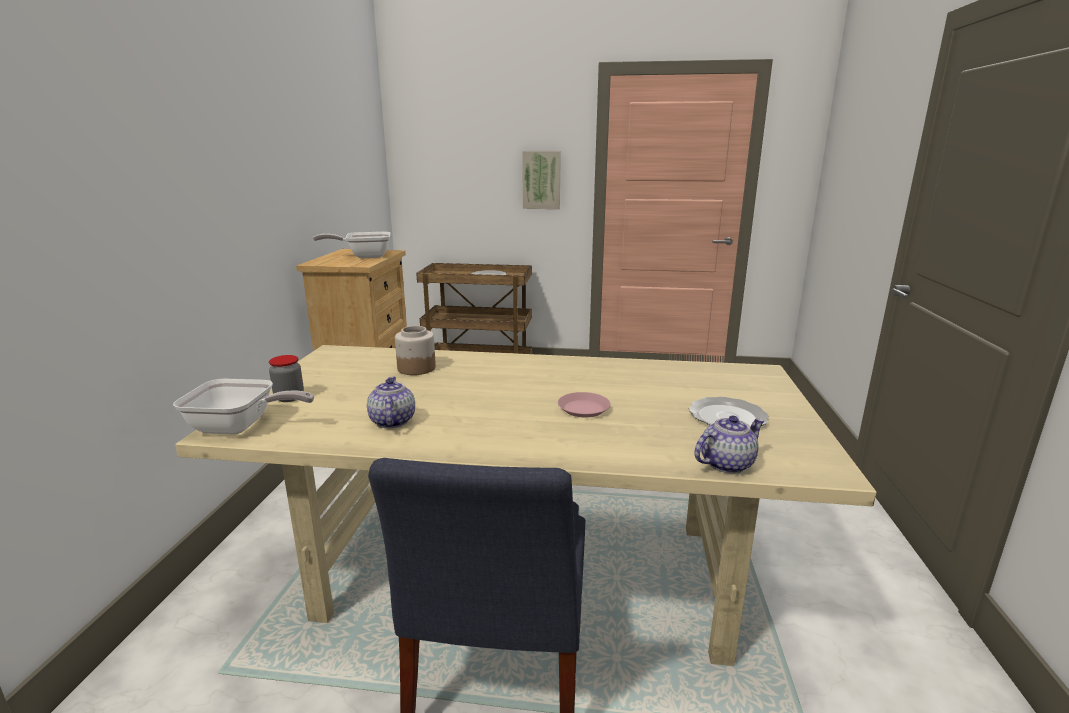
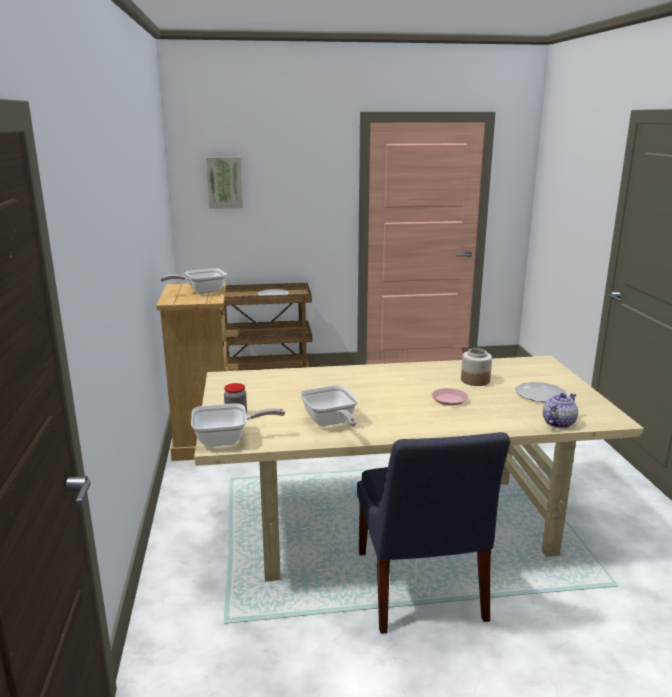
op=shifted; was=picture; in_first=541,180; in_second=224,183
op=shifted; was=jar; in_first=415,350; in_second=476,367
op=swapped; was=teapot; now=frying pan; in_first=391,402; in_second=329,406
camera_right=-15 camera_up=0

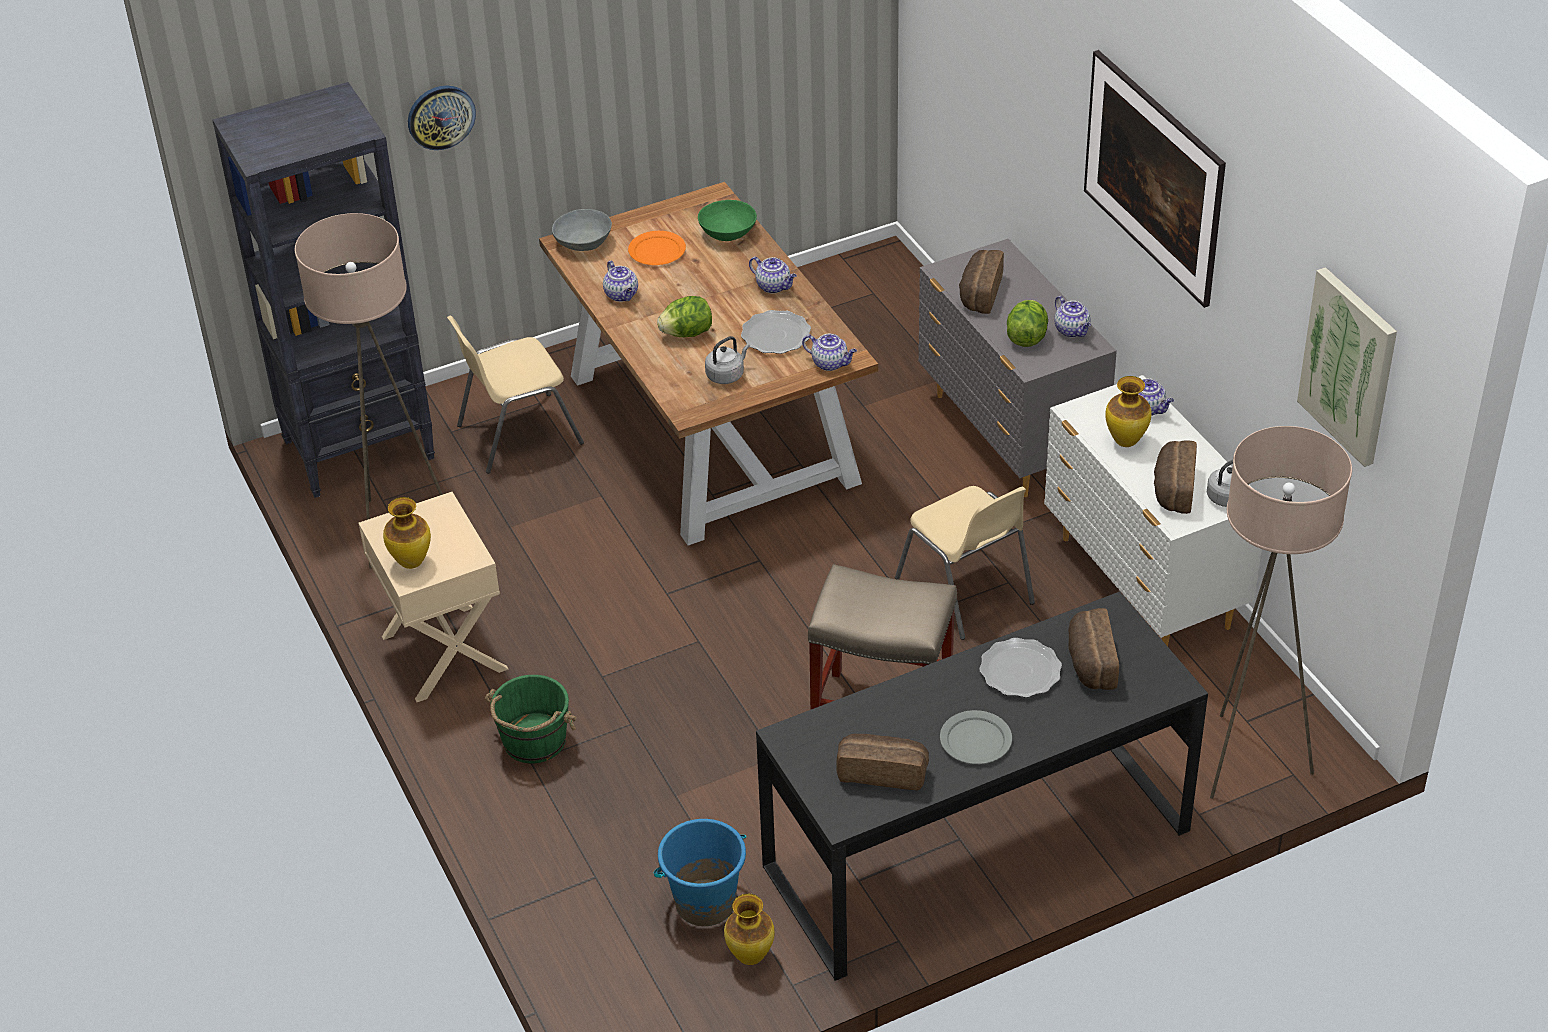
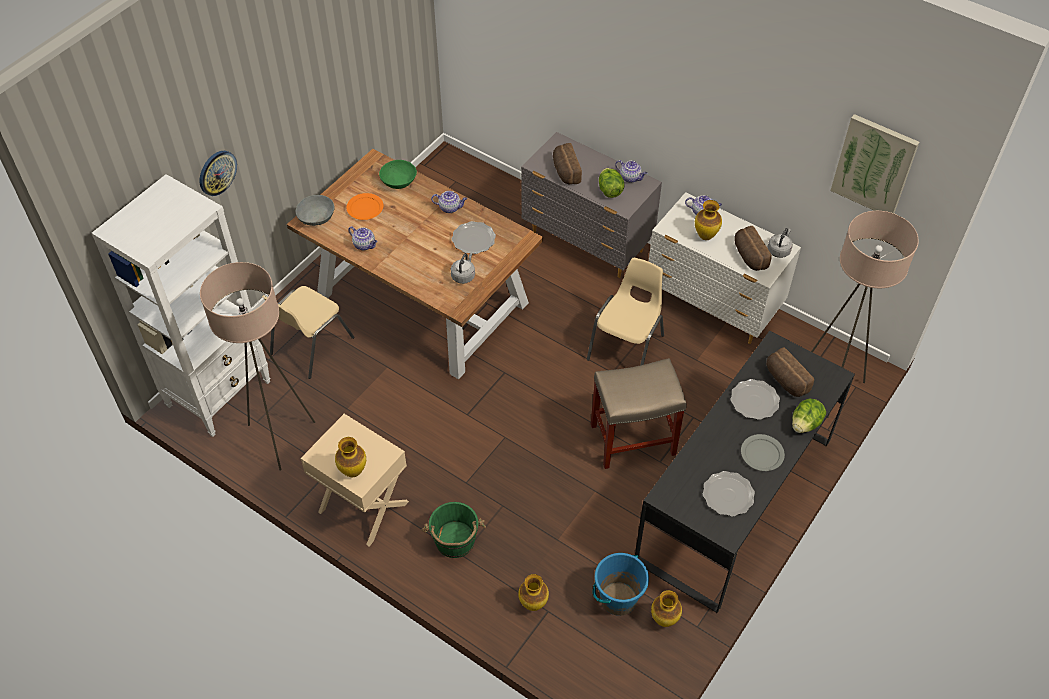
op=gone; was=picture; in_first=1155,179
op=repainted; was=bookcase/black; now=bookcase/white; in_first=323,290; in_second=181,305
op=shifted; was=lettuce; in_first=684,316; in_second=809,416
op=gone; was=teapot; in_first=829,352
op=rotated; was=chair/beige; in_first=965,563; in_second=625,311; clockwise=-90
op=swapped; was=bread; now=plate; in_first=882,762; in_second=729,494
op=new; now=vase; in_second=533,592
camera_right=-30 camera_up=10

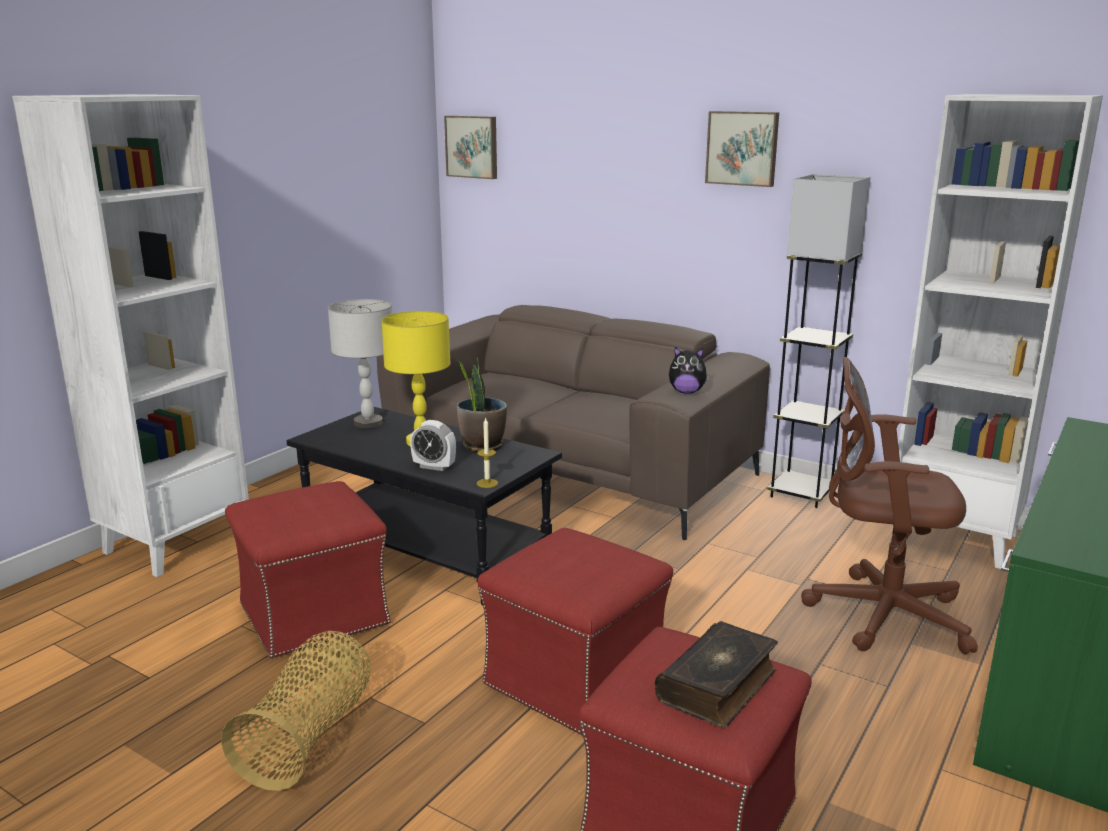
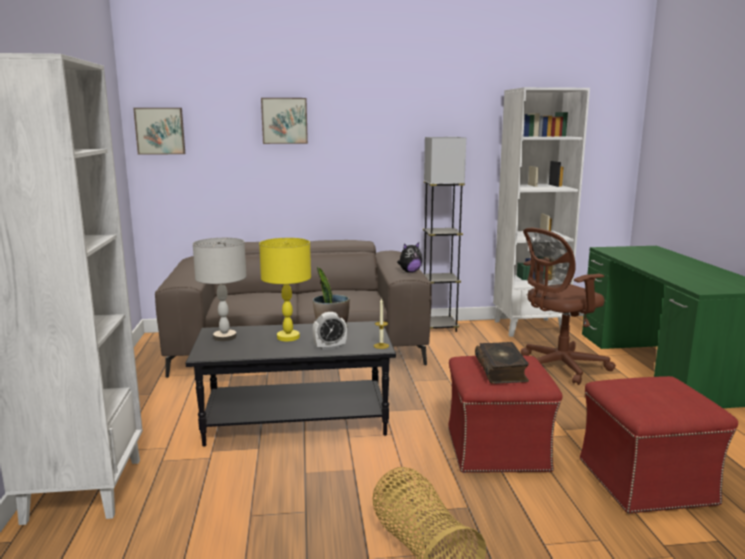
op=shifted; was=picture; in_first=742,149; in_second=284,121
op=gone; was=ottoman/red; in_first=308,569
op=shifted; was=book; in_first=716,674; in_second=502,363
camera_right=-40 camera_up=-5

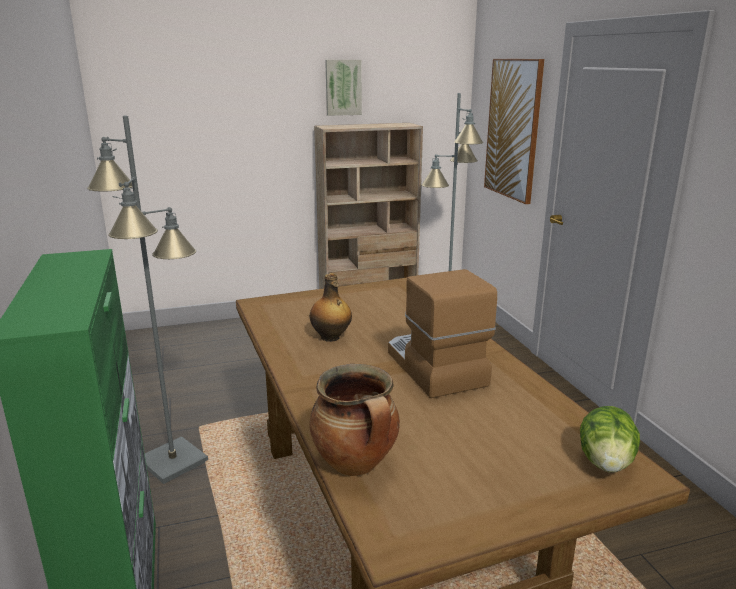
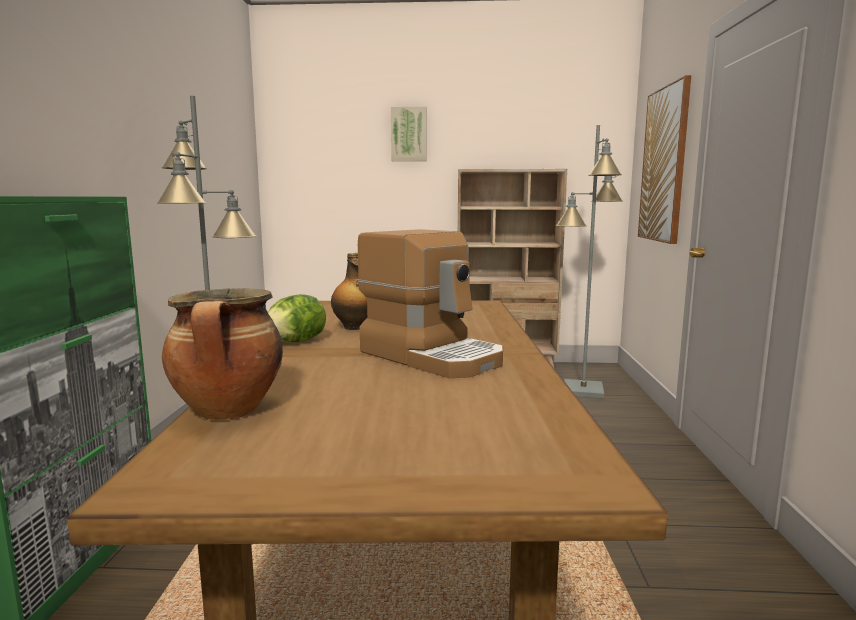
op=shifted; was=picture; in_first=343,88; in_second=408,133
op=rotated; was=coffee machine; in_first=442,333; in_second=430,303; clockwise=135
op=shifted; was=lettuce; in_first=610,439; in_second=297,318
camera_right=20 camera_up=-10

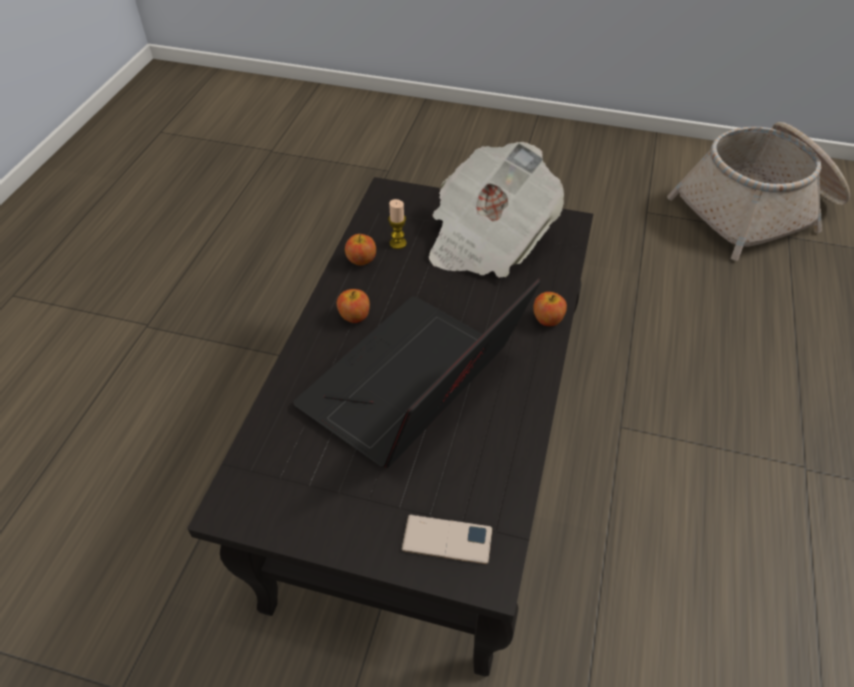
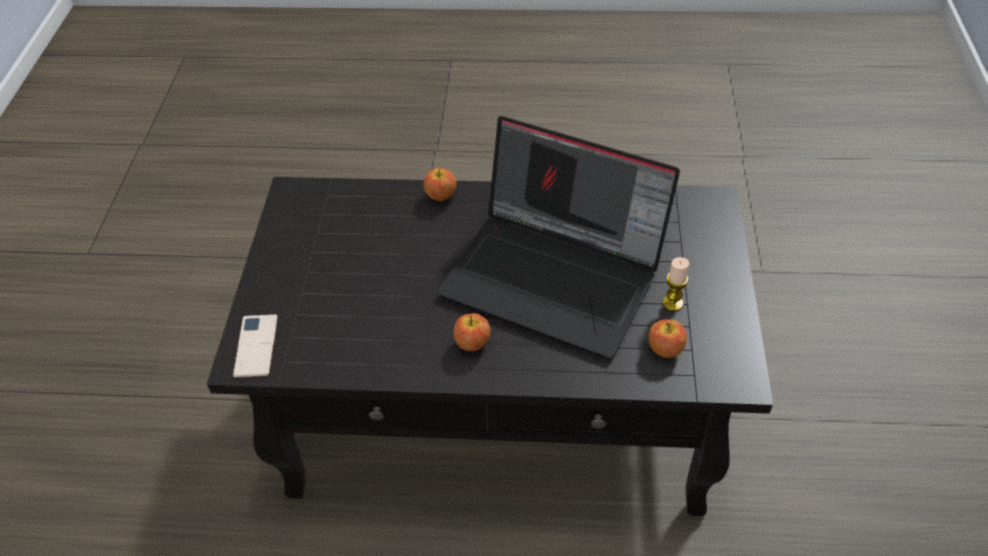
op=gone; was=basket; in_first=758,191
op=gone; was=newspaper; in_first=496,210
op=shifted; was=candle; in_first=397,224; in_second=676,284
op=shifted; was=apple; in_first=360,249; in_second=668,338
op=shifted; was=phone; in_first=447,539; in_second=255,346
camera_right=-100 camera_up=0

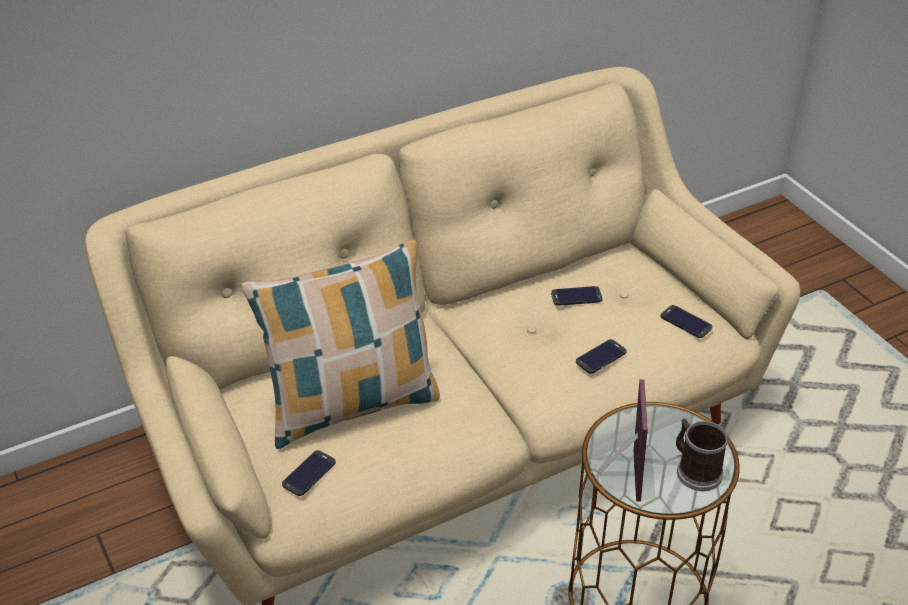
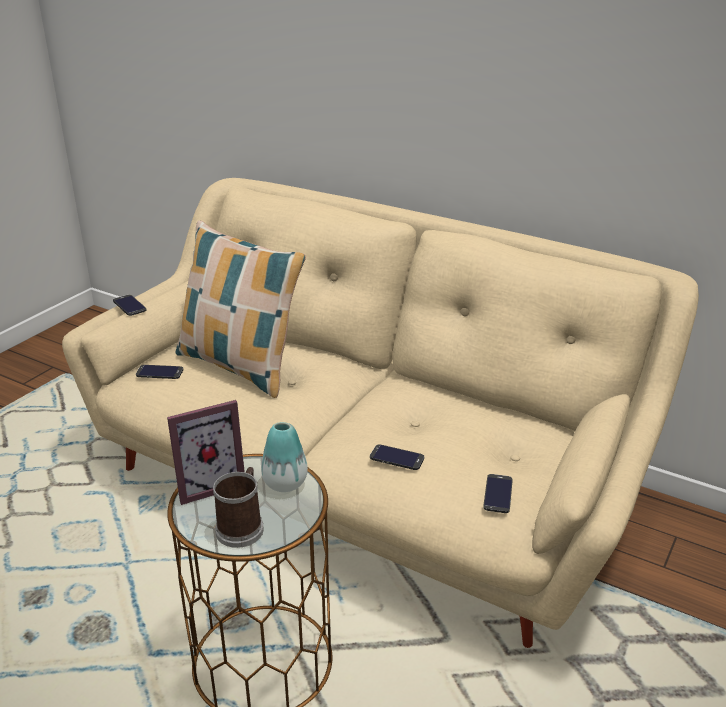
op=shifted; was=phone; in_first=577,296; in_second=130,305
op=new; now=vase; in_second=284,457
camera_right=60 camera_up=-10

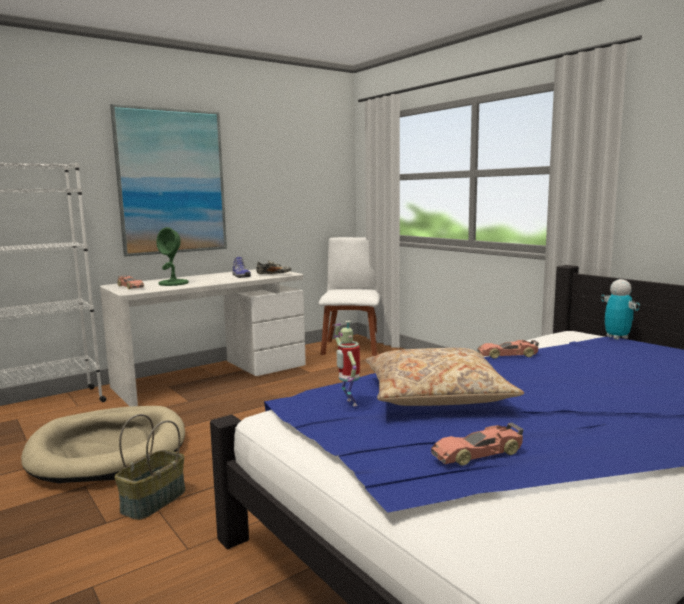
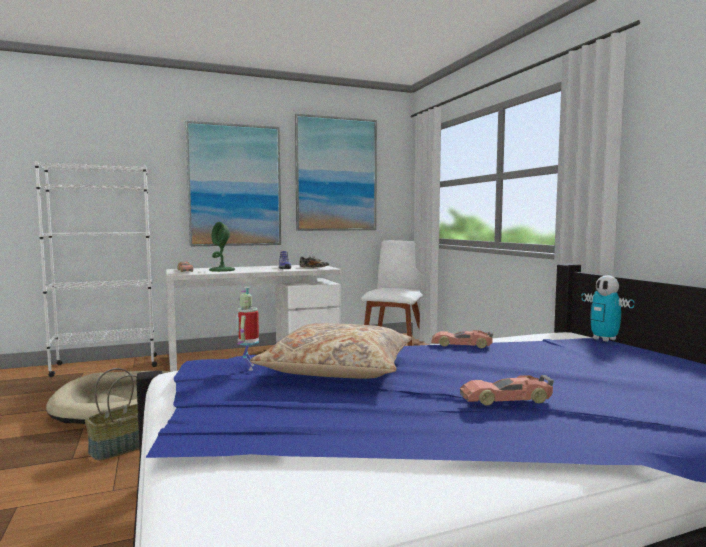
op=rotated; was=toy robot; in_first=620,309; in_second=608,308; clockwise=150
op=shifted; was=toy car; in_first=477,444; in_second=507,390
op=new; now=picture; in_second=336,172
camera_right=15 camera_up=-5

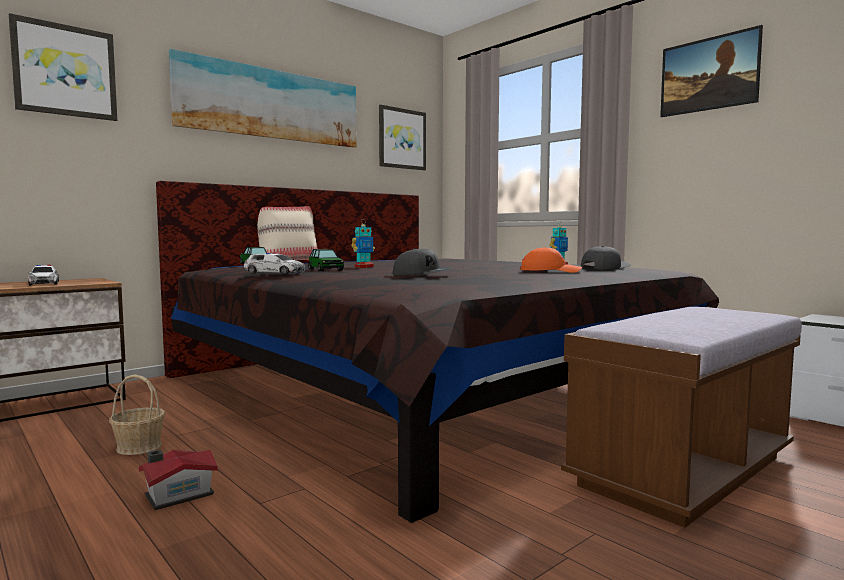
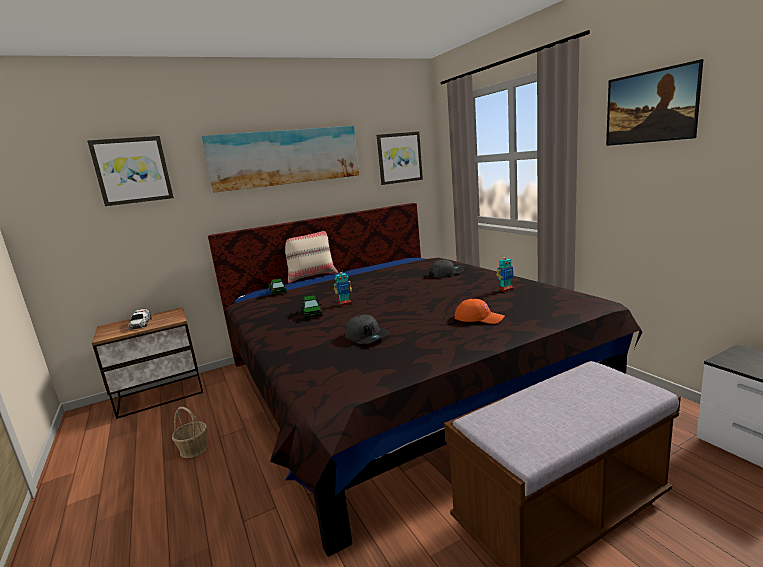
op=shifted; was=cap/grey; in_first=606,258; in_second=446,268
op=gone; was=toy car; in_first=274,264
op=gone; was=toy house; in_first=178,480
camera_right=15 camera_up=10

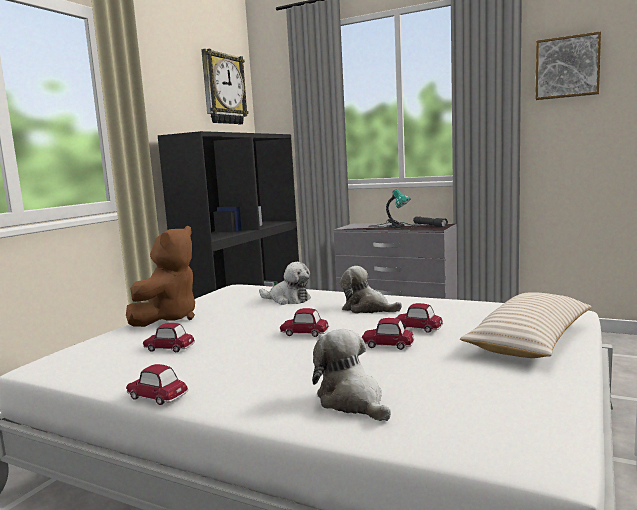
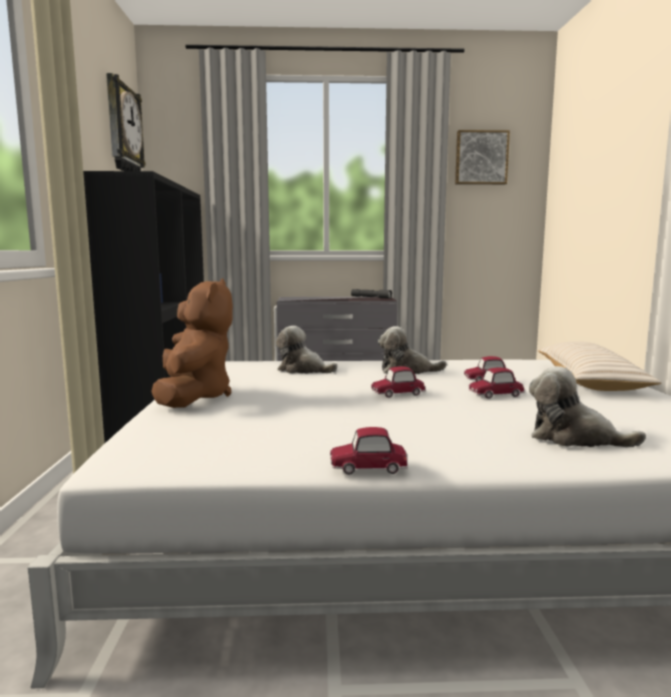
op=gone; was=table lamp; in_first=392,208
op=rotated; was=plush toy; in_first=285,283; in_second=307,350; clockwise=-150
op=gone; was=toy car; in_first=169,337
camera_right=-30 camera_up=0

